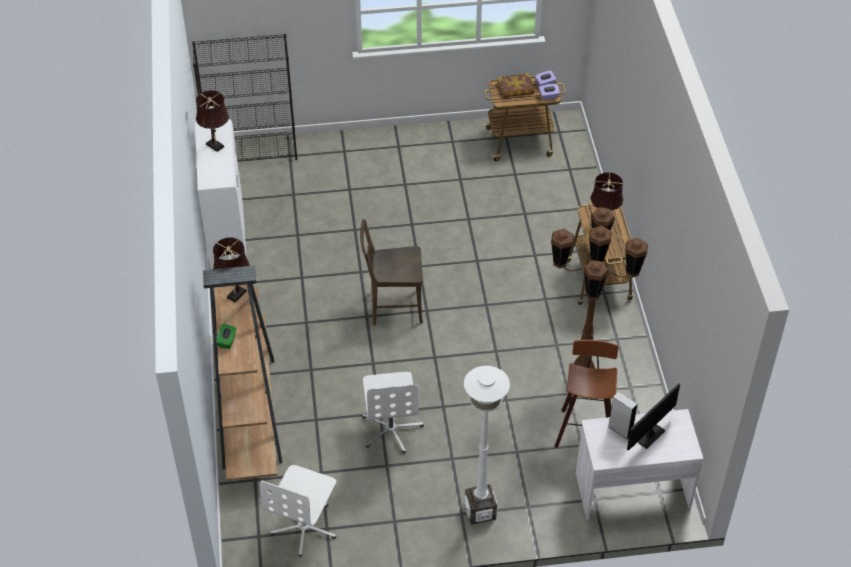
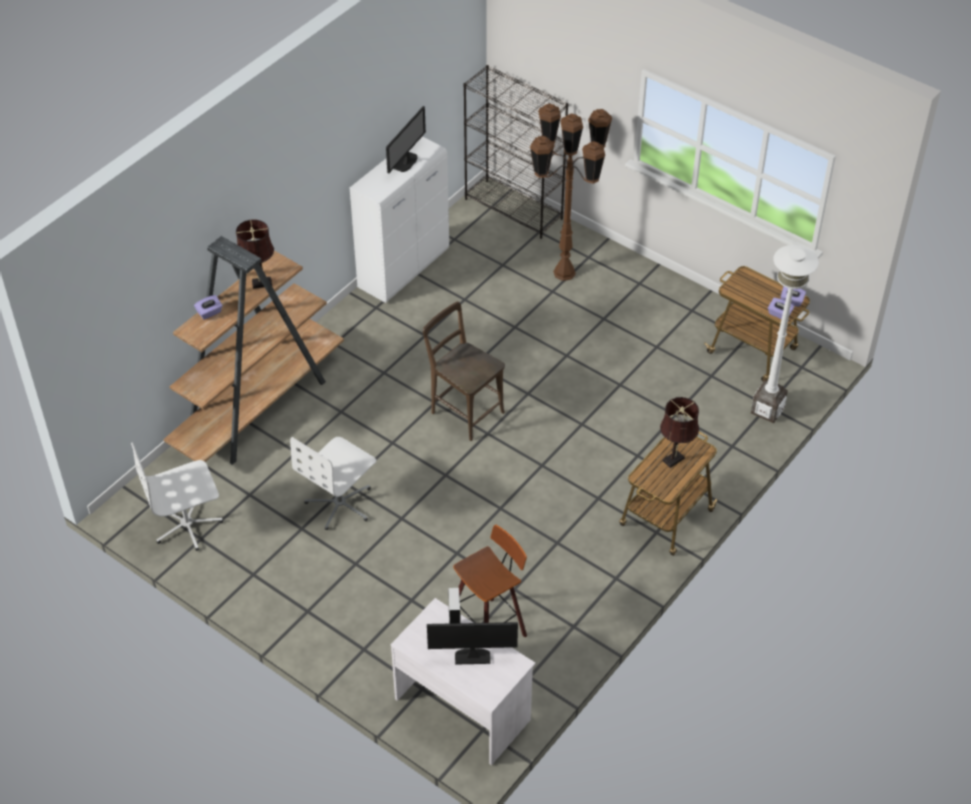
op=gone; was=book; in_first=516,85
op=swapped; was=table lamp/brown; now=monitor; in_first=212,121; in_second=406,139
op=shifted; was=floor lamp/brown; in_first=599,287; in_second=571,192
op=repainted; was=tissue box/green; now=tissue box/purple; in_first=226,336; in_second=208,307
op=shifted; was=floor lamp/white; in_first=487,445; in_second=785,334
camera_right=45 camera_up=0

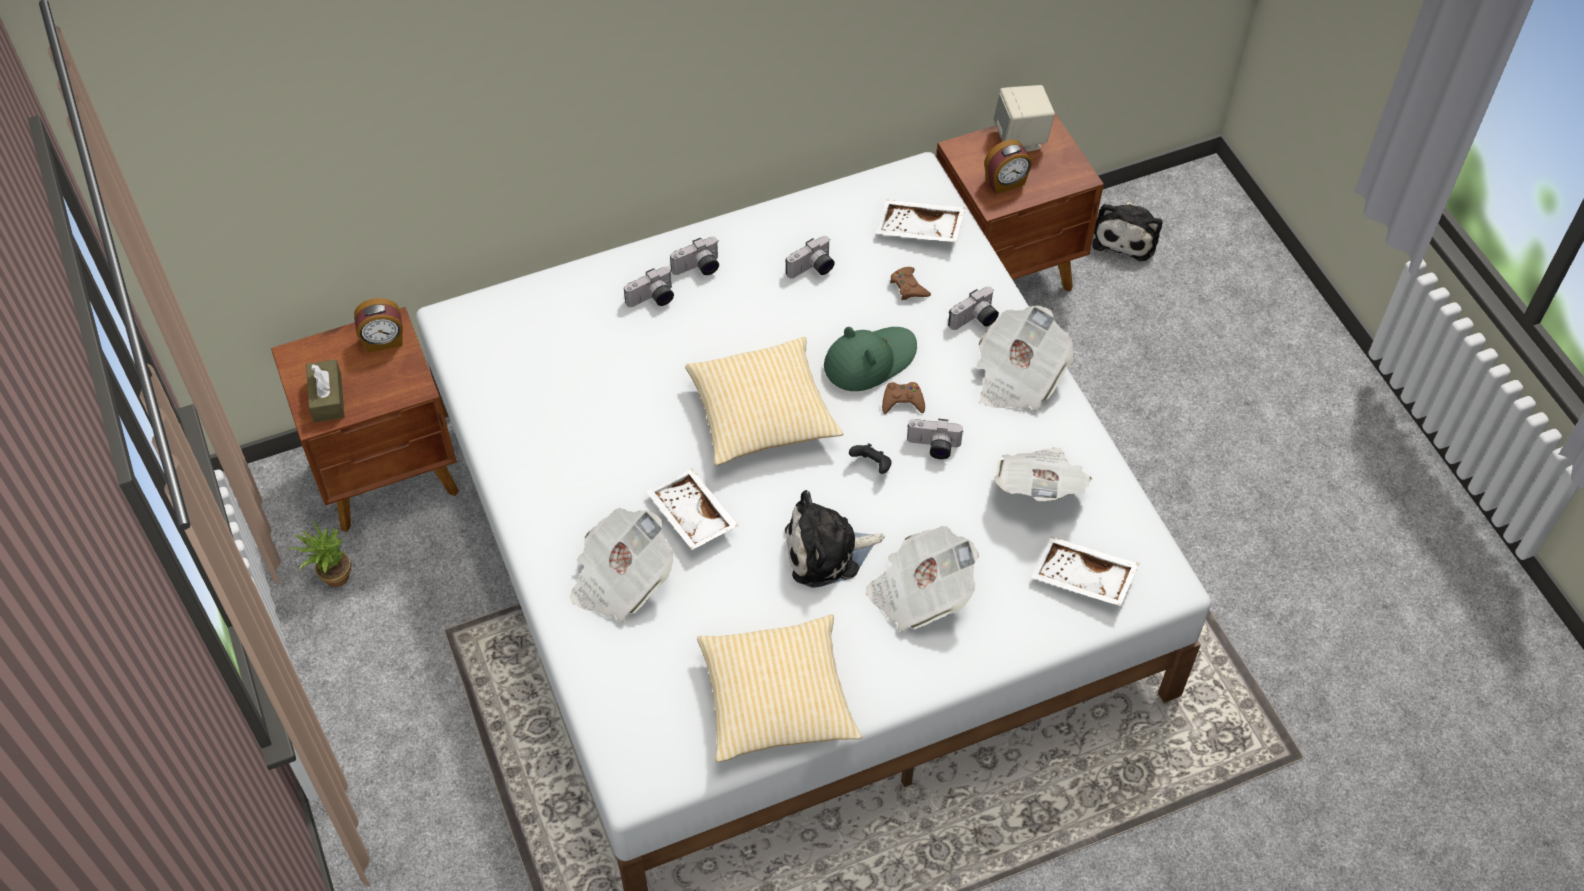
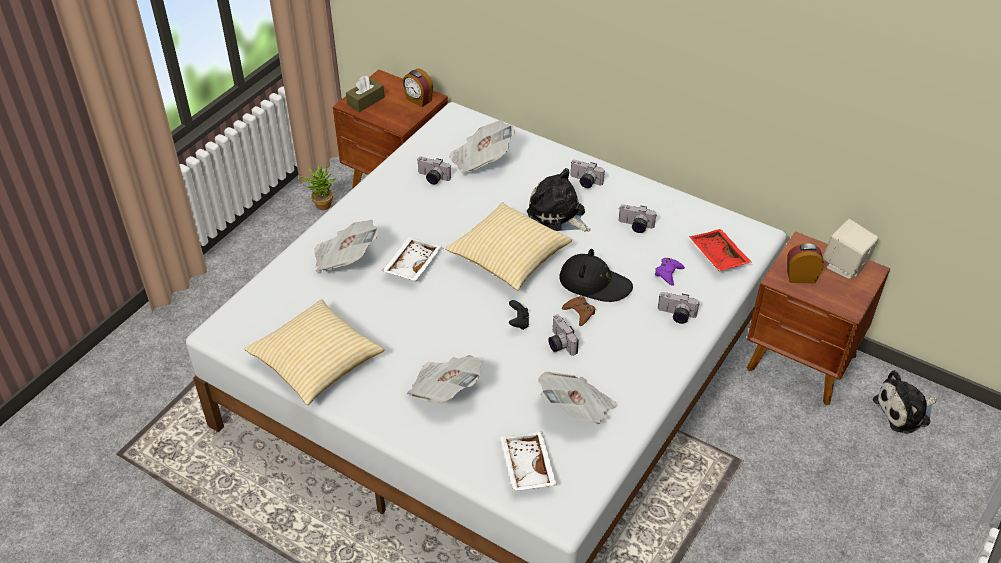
op=rotated; was=alarm clock; in_first=1008,166; in_second=805,263; clockwise=150
op=repainted; was=tray/white; now=tray/red; in_first=921,221; in_second=720,250
op=shifted; was=photo camera; in_first=649,286; in_second=434,170
op=repainted; was=game controller/brown; now=game controller/purple; in_first=910,283; in_second=670,272
op=shifted; was=newspaper; in_first=1025,357; in_second=482,147
op=repainted; was=hat/green; now=hat/black; in_first=870,359; in_second=596,275
op=shifted; was=plush toy; in_first=835,538; in_second=559,200
camera_right=55 camera_up=-10

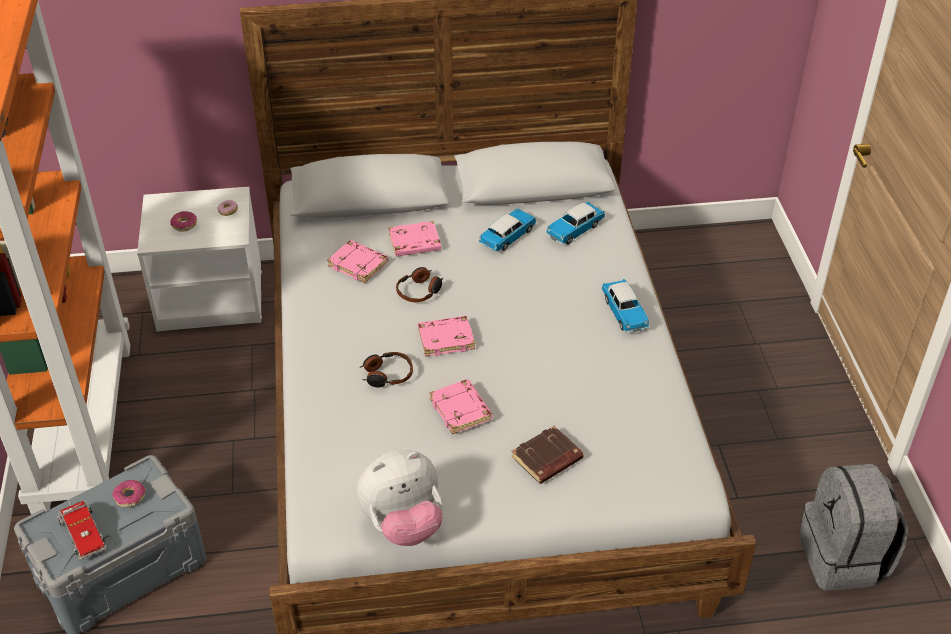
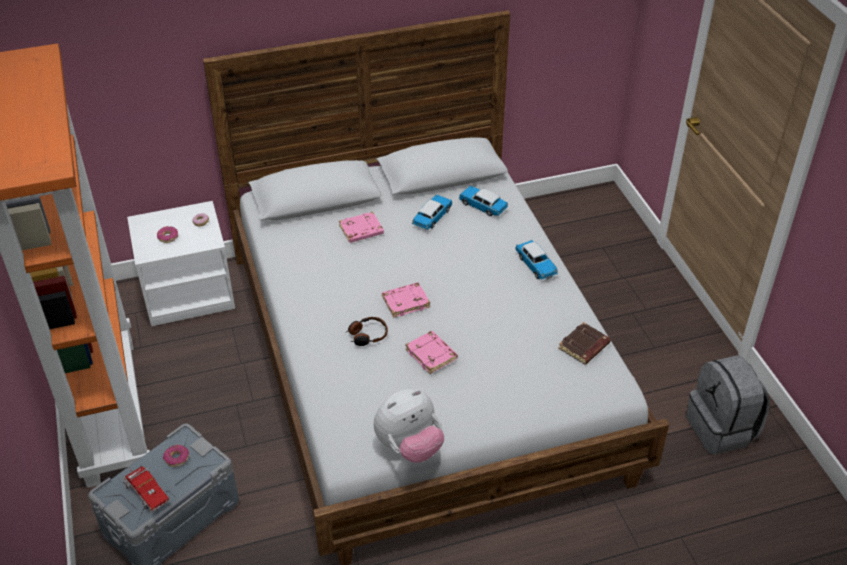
op=rotated; was=toy car; in_first=575,223; in_second=483,201; clockwise=90
op=gone; was=book/pink; in_first=357,261
op=gone; was=headphones; in_first=419,284
op=shifted; was=book/brown; in_first=547,455; in_second=584,343
camera_right=-10 camera_up=0

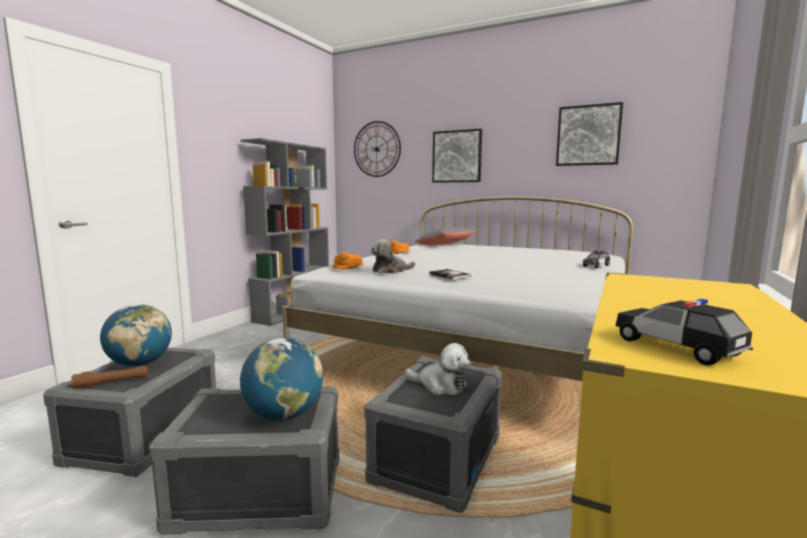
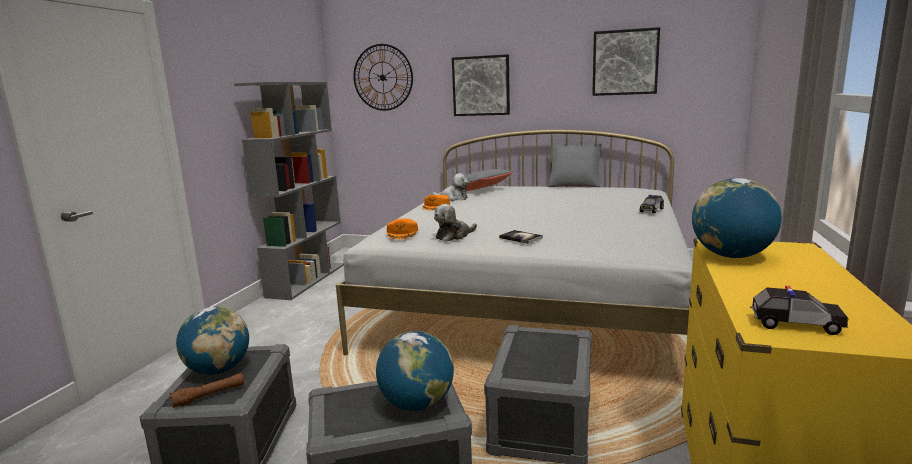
op=rotated; was=toy car; in_first=684,332; in_second=799,310; clockwise=150
op=shifted; was=plush toy; in_first=437,369; in_second=450,187
op=new; now=pillow/grey; in_second=575,165
op=new; now=globe; in_second=737,218
camera_right=-10 camera_up=5

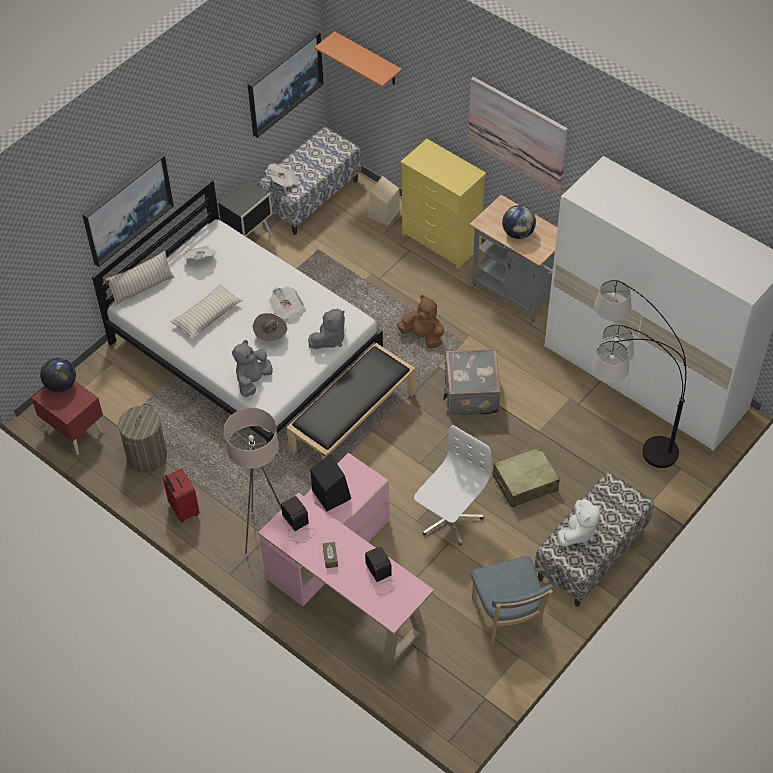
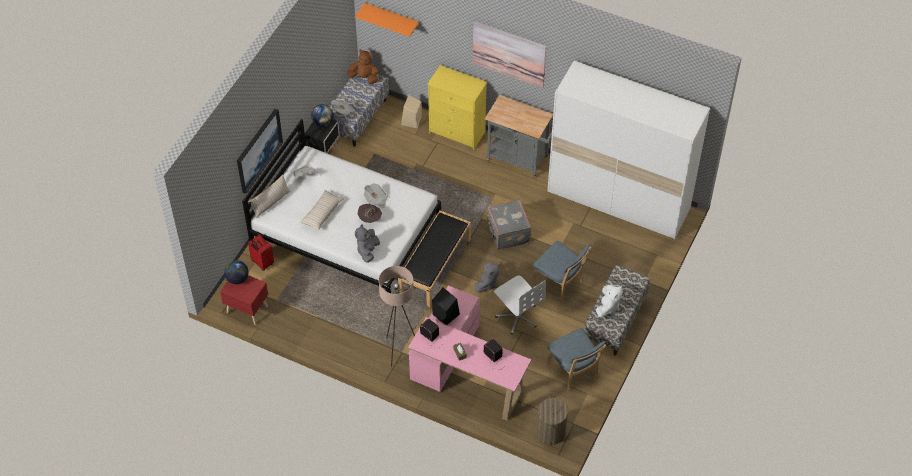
op=gone; was=picture; in_first=285,84
op=shifted; was=globe; in_first=519,222; in_second=322,115
op=gone; was=floor lamp; in_first=638,374
op=shifted; was=plush toy/brown; in_first=420,321; in_second=362,66
op=shifted; was=plush toy/grey; in_first=326,329; in_second=487,277
op=shifted; was=laundry basket; in_first=142,438; in_second=552,420
op=rotated; was=office chair/white; in_first=452,485; in_second=520,305; clockwise=120
op=swapped; was=suitcase/beige; now=chair/blue; in_first=526,477; in_second=562,271
op=shifted; was=suitcase/red; in_first=181,495; in_second=261,253
camera_right=-15 camera_up=0

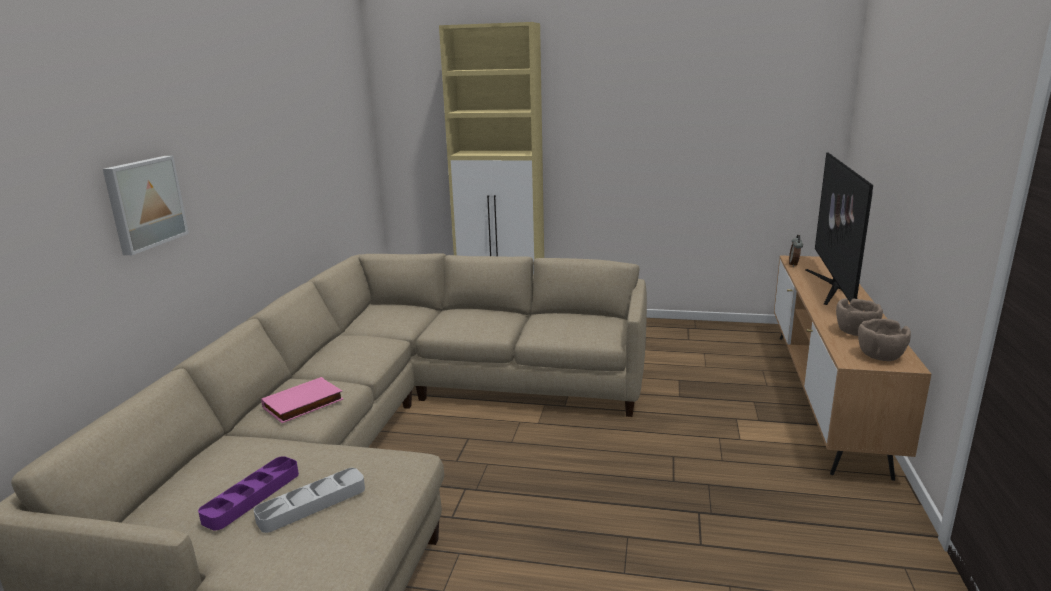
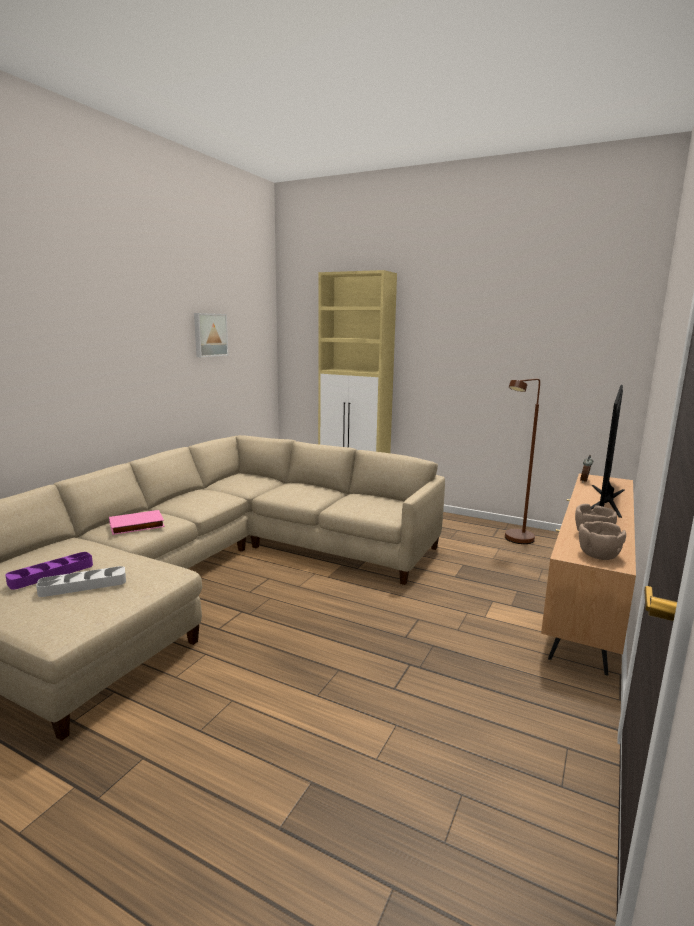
op=shifted; was=picture; in_first=146,205; in_second=211,335
op=new; now=floor lamp/brown; in_second=522,461
camera_right=15 camera_up=-5

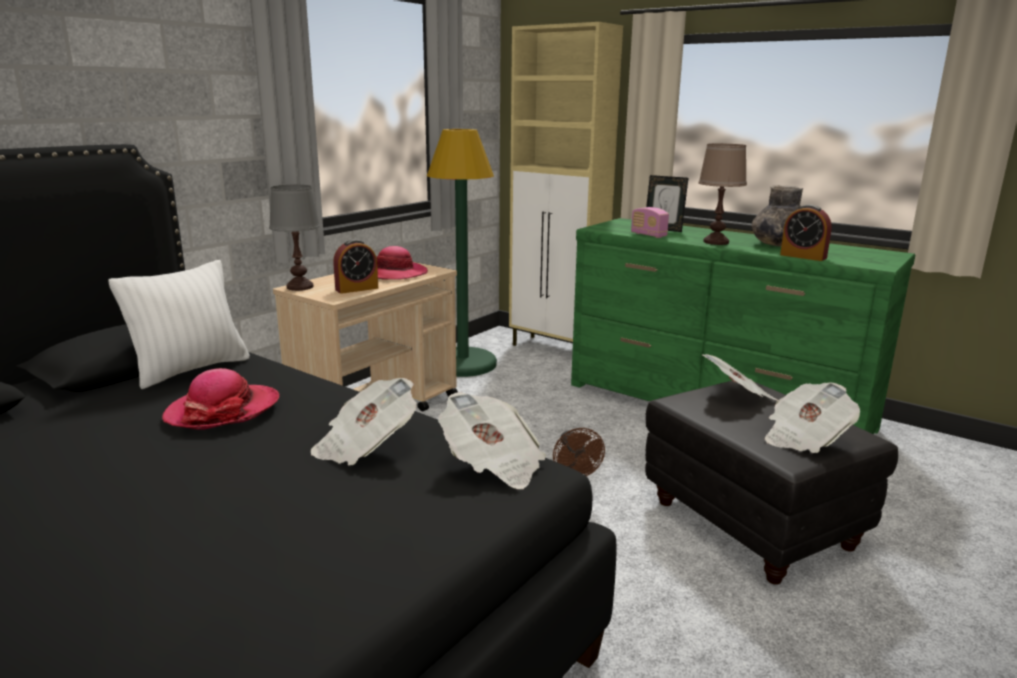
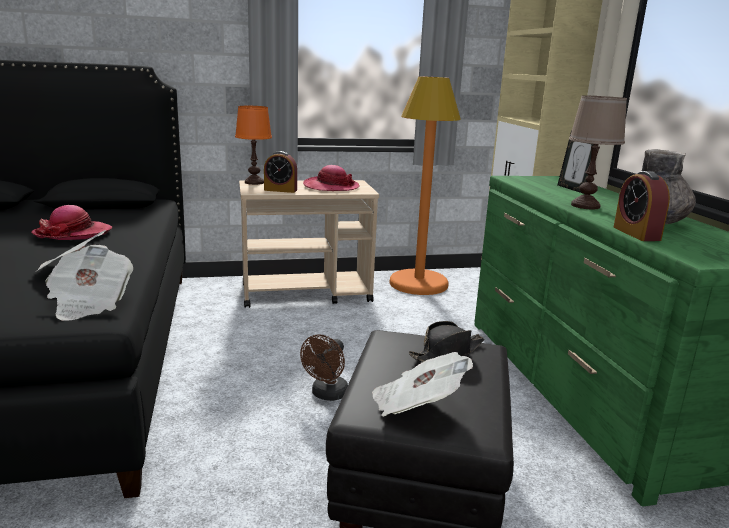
op=repainted; was=floor lamp/green; now=floor lamp/orange; in_first=462,253; in_second=425,185
op=repainted; was=table lamp/grey; now=table lamp/orange; in_first=294,238; in_second=253,145
op=gone; was=radio; in_first=650,222
op=gone; was=pillow/white; in_first=179,324
op=swapped; was=newspaper; now=hat/black; in_first=739,377; in_second=446,341
camera_right=40 camera_up=0

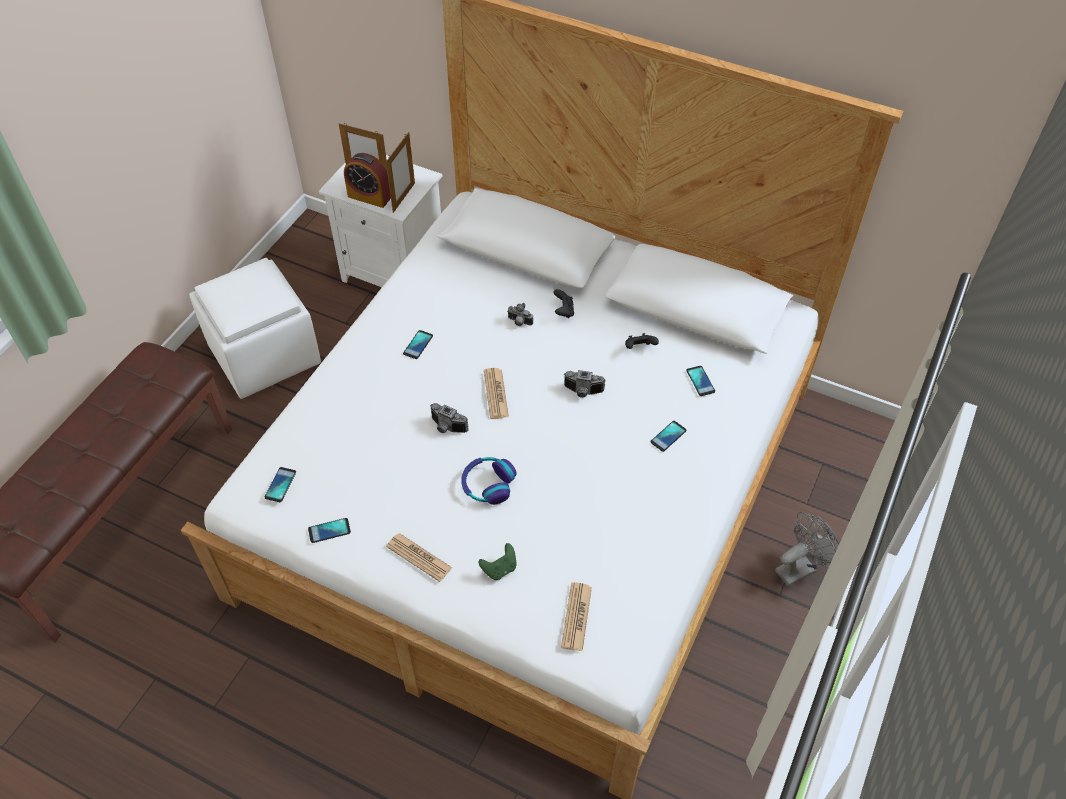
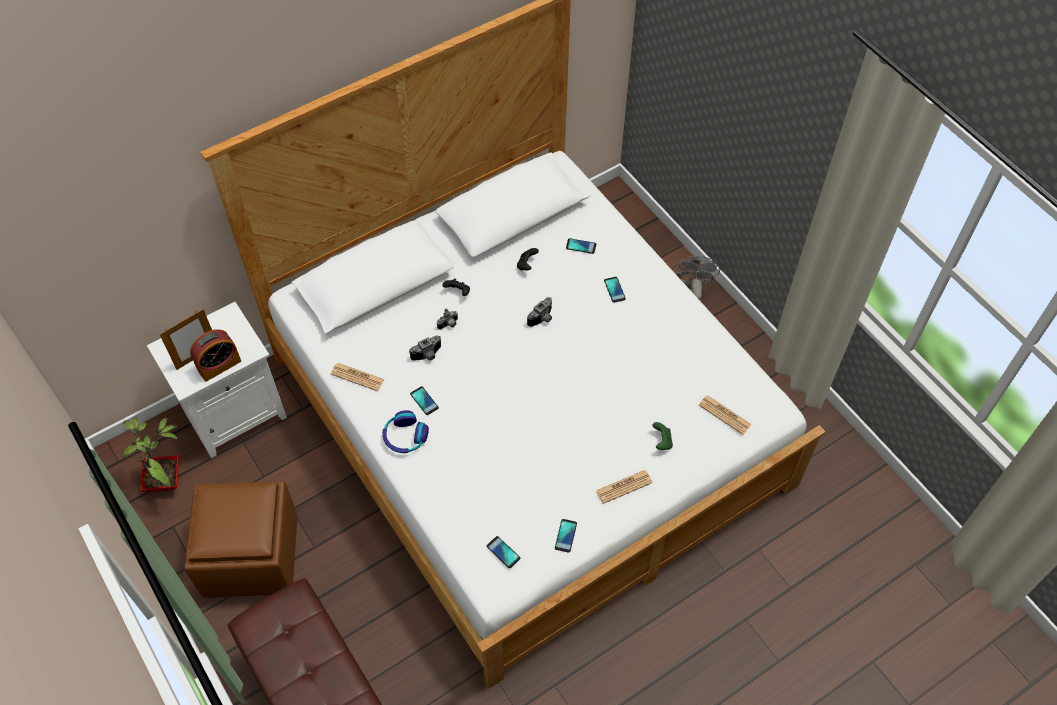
op=gone; was=picture frame; in_first=400,172
op=repainted; was=ottoman/white; now=ottoman/brown; in_first=255,328; in_second=240,539
op=shifted; was=newspaper; in_first=496,393; in_second=357,377
op=shifted; was=photo camera; in_first=449,418; in_second=425,348
op=shifted; was=headphones; in_first=489,481; in_second=405,431
op=new; now=potted plant; in_second=150,454
camera_right=-60 camera_up=5

